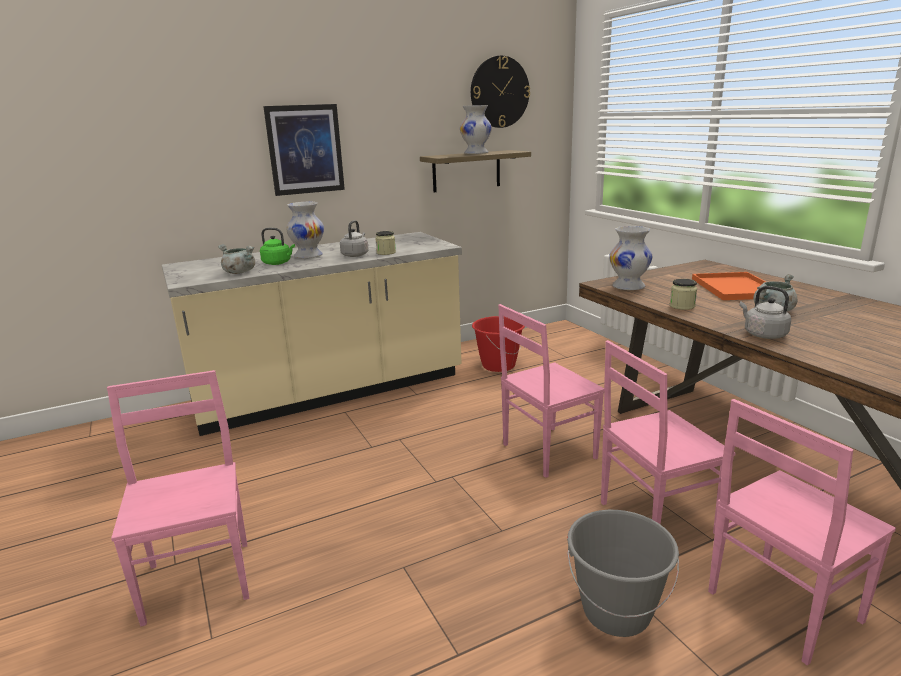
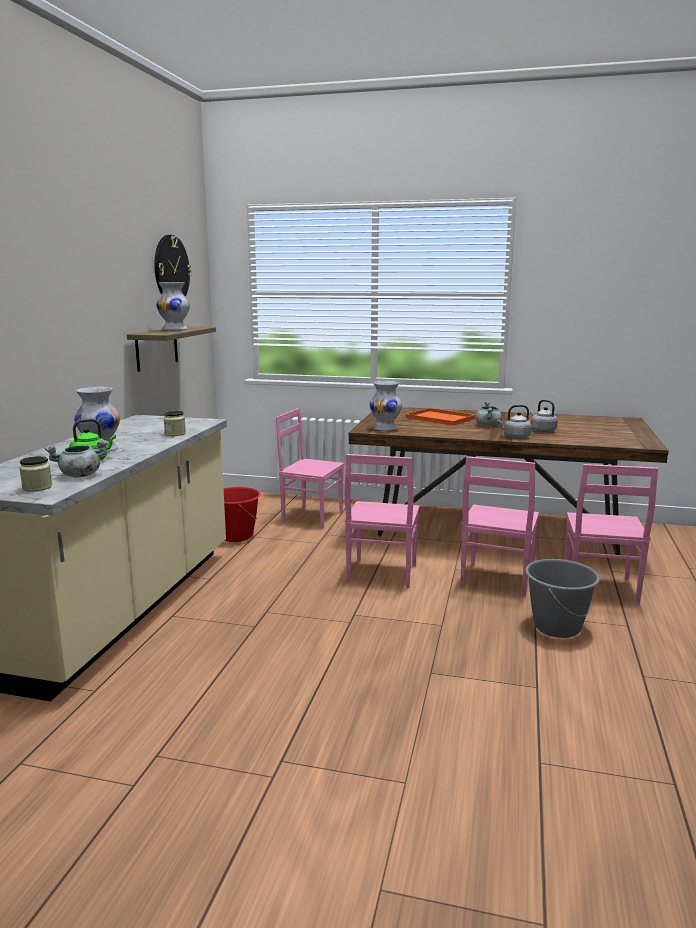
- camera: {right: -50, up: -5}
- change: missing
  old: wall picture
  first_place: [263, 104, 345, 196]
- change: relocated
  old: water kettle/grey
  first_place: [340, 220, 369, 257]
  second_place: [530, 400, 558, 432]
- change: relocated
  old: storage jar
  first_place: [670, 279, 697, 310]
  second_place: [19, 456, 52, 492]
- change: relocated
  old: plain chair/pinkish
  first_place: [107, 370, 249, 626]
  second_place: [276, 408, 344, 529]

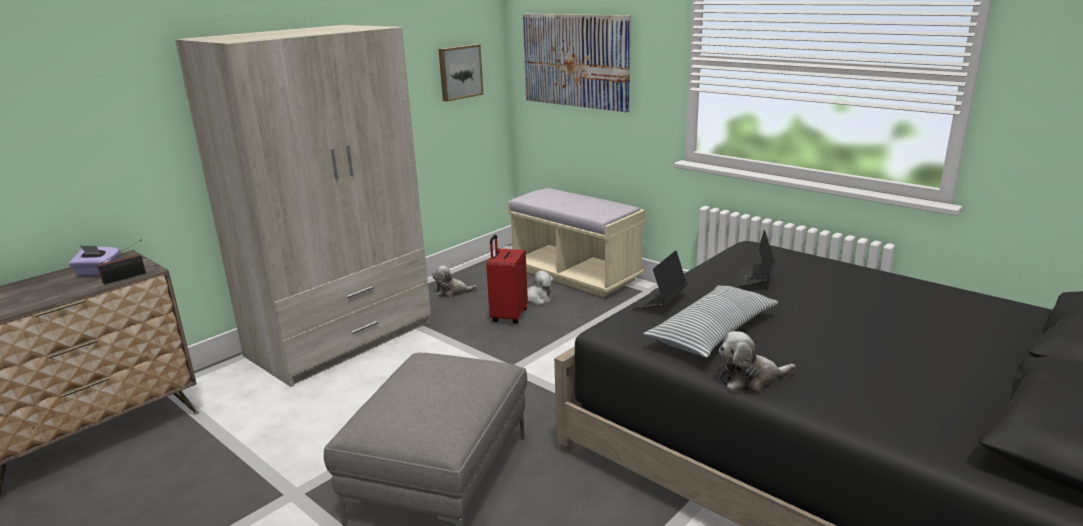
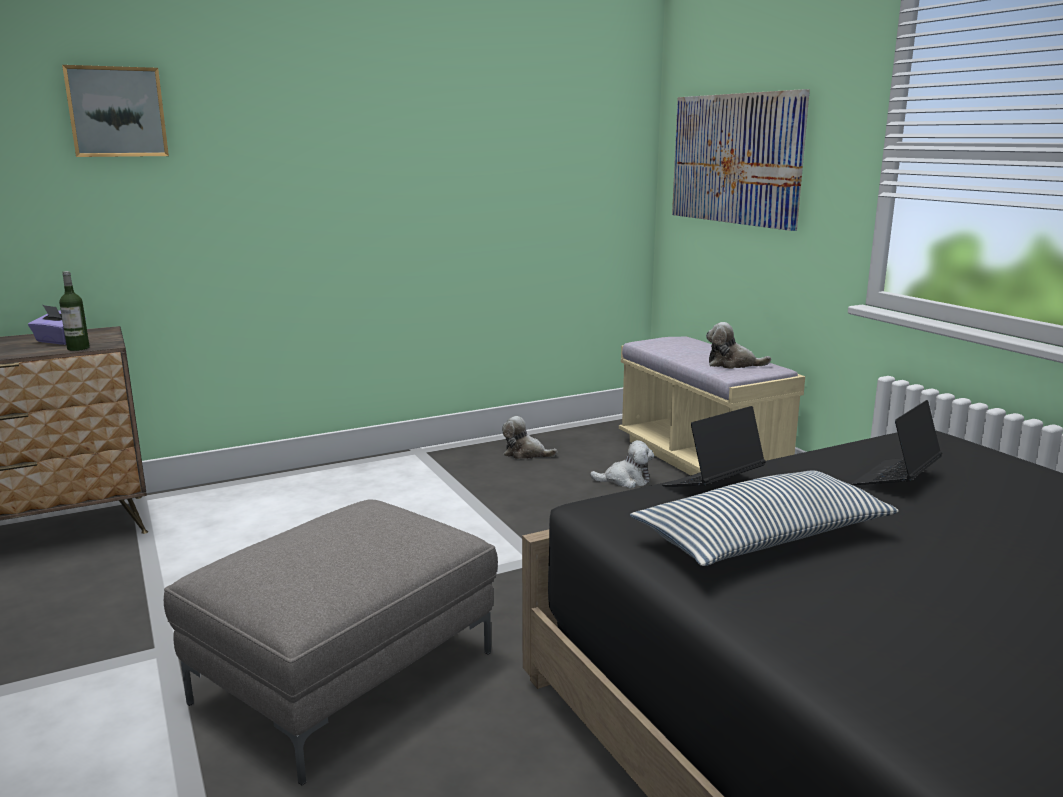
- camera: {right: 20, up: -5}
- change: missing
  old: wardrobe/beige
  first_place: [175, 25, 431, 387]
- change: relocated
  old: wall picture
  first_place: [439, 44, 484, 101]
  second_place: [62, 65, 169, 157]
- change: missing
  old: suitcase/red-coloured
  first_place: [486, 234, 528, 324]
- change: exchanged
  old: radio receiver
  new: bottle
  first_place: [98, 240, 146, 284]
  second_place: [59, 271, 90, 351]
- change: relocated
  old: plush toy
  first_place: [719, 331, 796, 393]
  second_place: [706, 322, 771, 369]

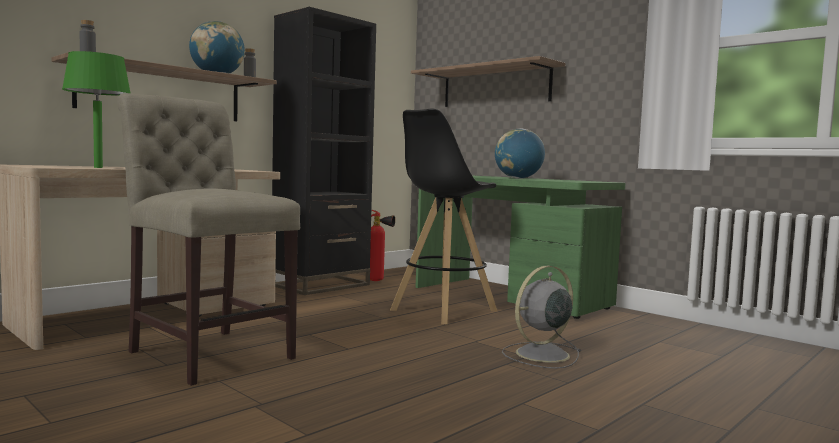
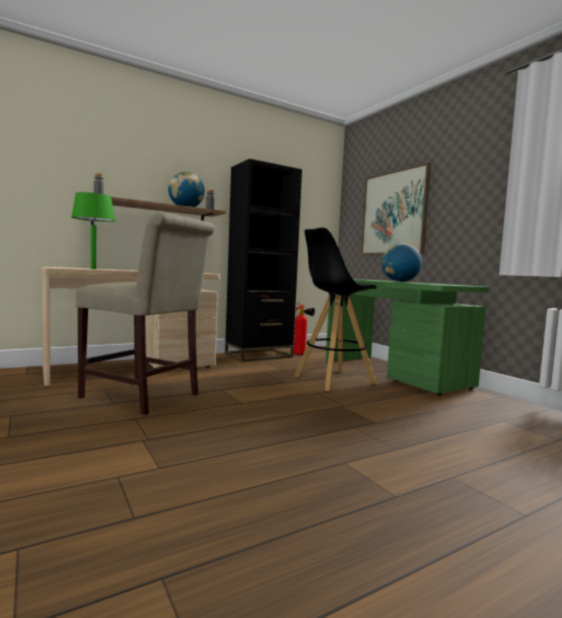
- camera: {right: 15, up: 0}
- change: exchanged
  old: shelf
  new: wall picture
  first_place: [411, 56, 565, 107]
  second_place: [360, 162, 431, 255]
- change: spun
  old: plain chair/beige
  first_place: [117, 93, 300, 386]
  second_place: [76, 212, 215, 415]
  degrees: 150
- change: missing
  old: fan/grey
  first_place: [502, 266, 582, 369]

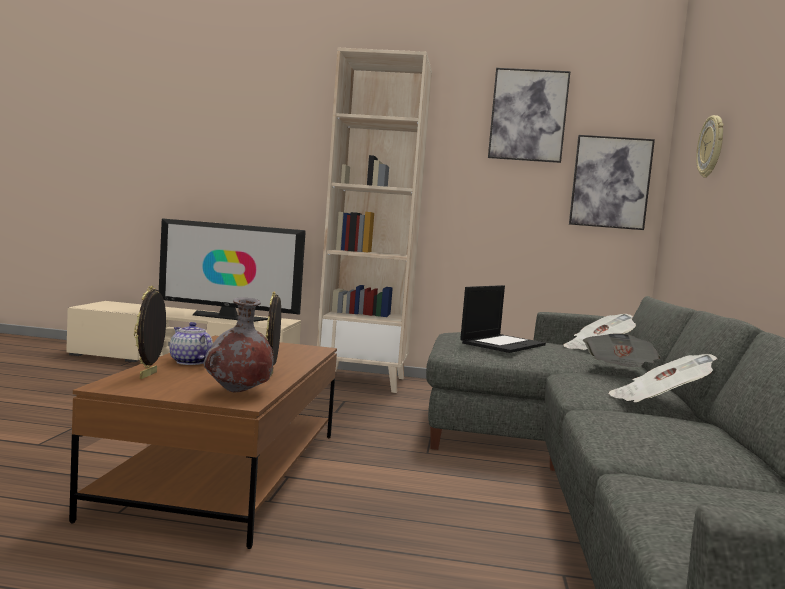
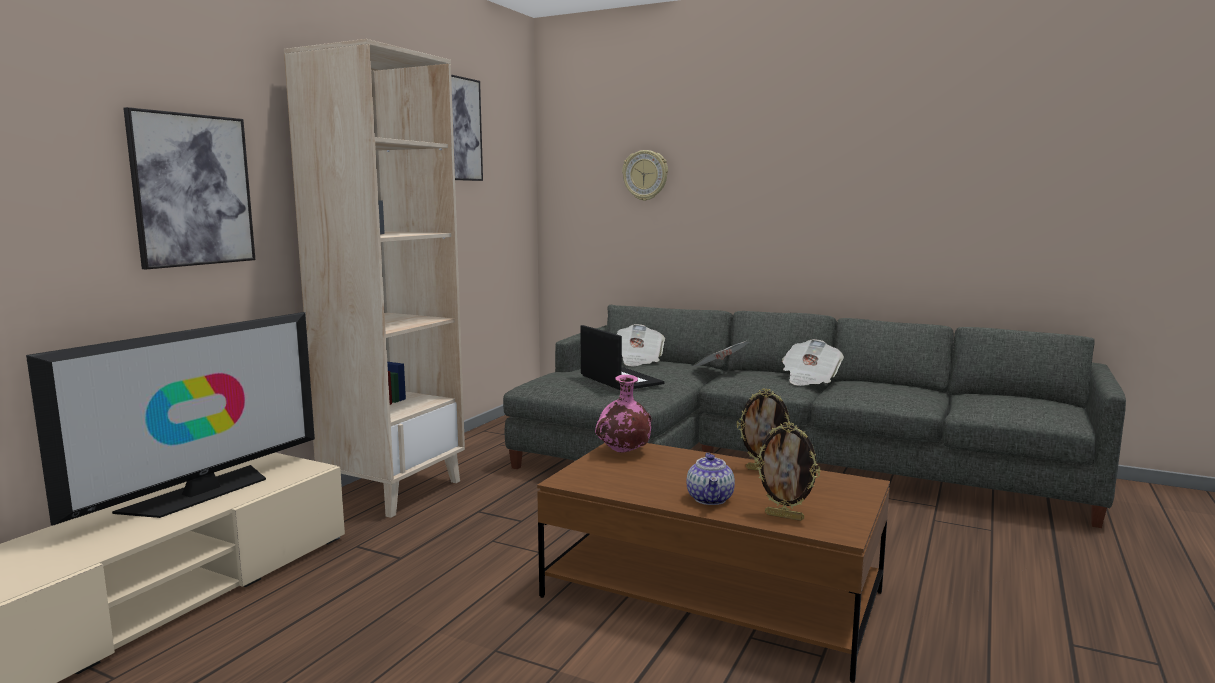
- camera: {right: -70, up: 5}
- change: relocated
  old: wall picture
  first_place: [569, 135, 655, 230]
  second_place: [123, 107, 255, 269]
- change: missing
  old: flower vase/grey
  first_place: [204, 297, 274, 392]
- change: spun
  old: teapot
  first_place: [170, 322, 213, 365]
  second_place: [686, 453, 735, 505]
  degrees: -60
- change: appeared
  new: flower vase/pinkish
  second_place: [595, 375, 651, 453]

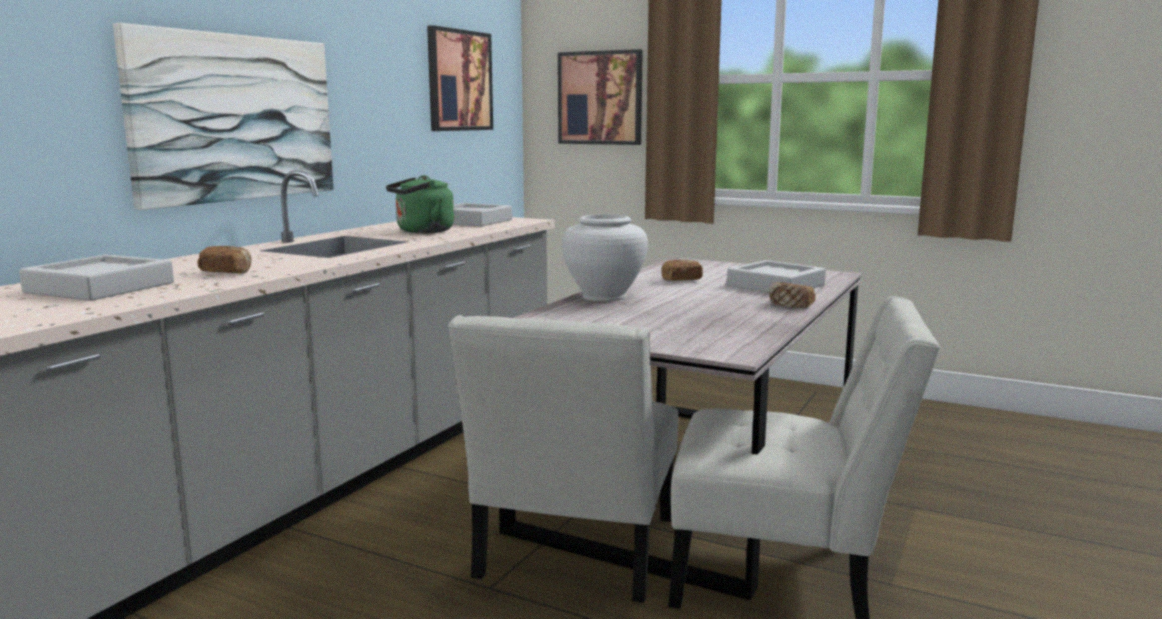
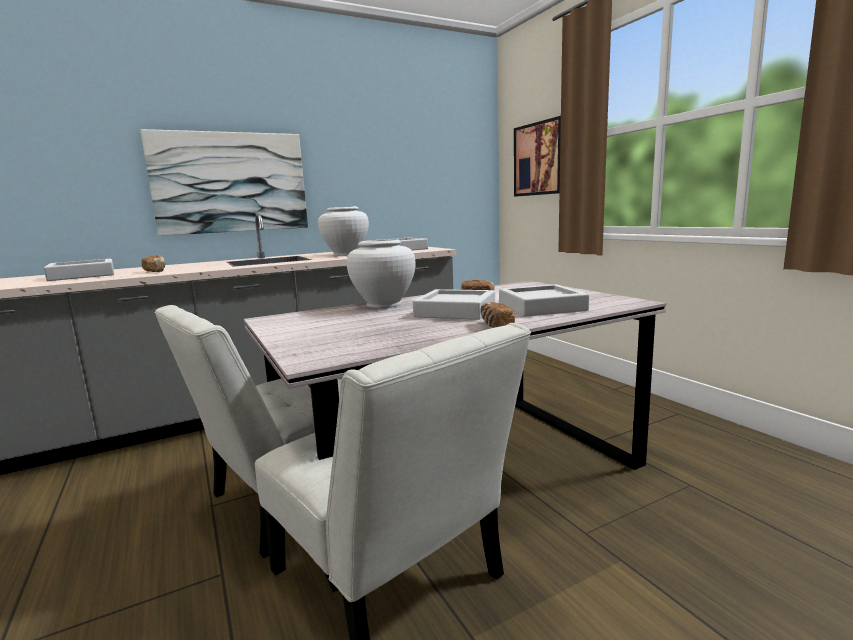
- camera: {right: 35, up: 0}
- change: missing
  old: wall picture
  first_place: [427, 25, 493, 131]
- change: exchanged
  old: water kettle/green
  new: flower vase/white-coloured
  first_place: [386, 175, 454, 233]
  second_place: [318, 206, 369, 256]
- change: appeared
  new: serving tray/grey
  second_place: [413, 289, 495, 320]

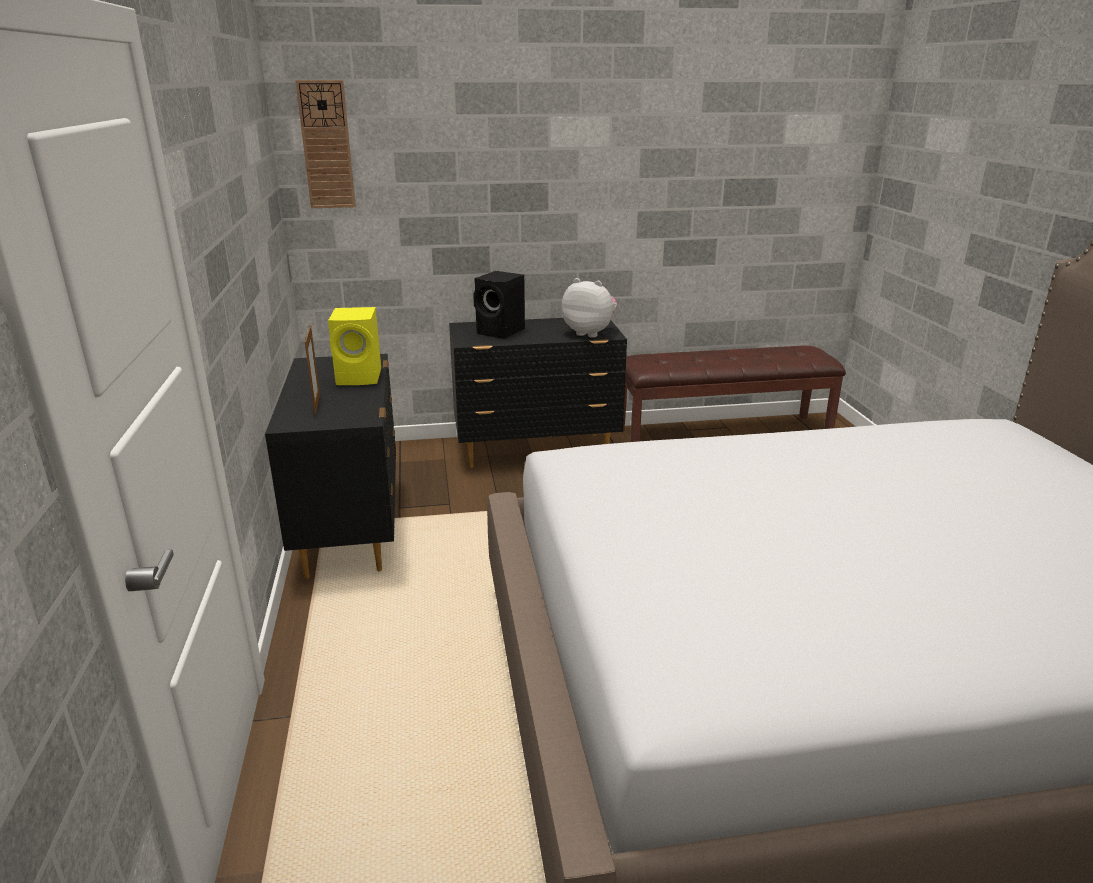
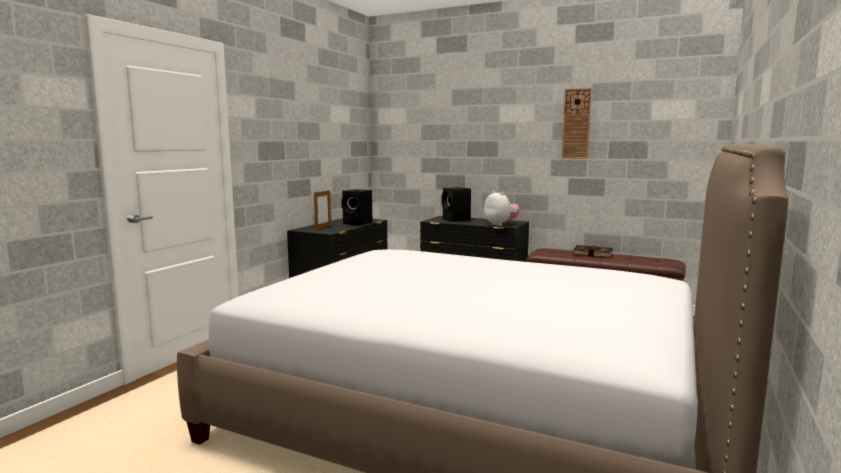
- camera: {right: 35, up: -15}
- change: relocated
  old: clock on the wall
  first_place: [295, 80, 356, 208]
  second_place: [562, 88, 592, 159]
- change: colour
  old: loudspeaker/yellow
  new: loudspeaker/blackish
  first_place: [328, 307, 381, 385]
  second_place: [341, 189, 372, 226]
- change: appeared
  new: bound book/blackish
  second_place: [573, 245, 613, 257]

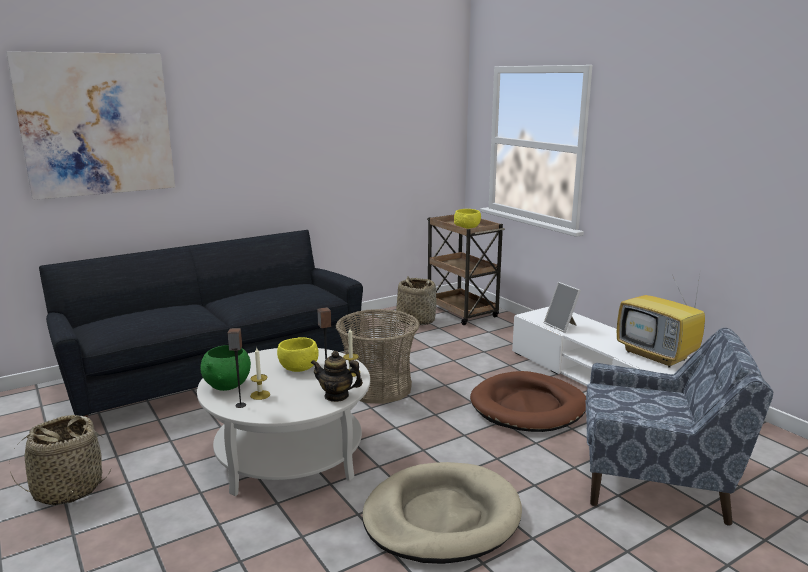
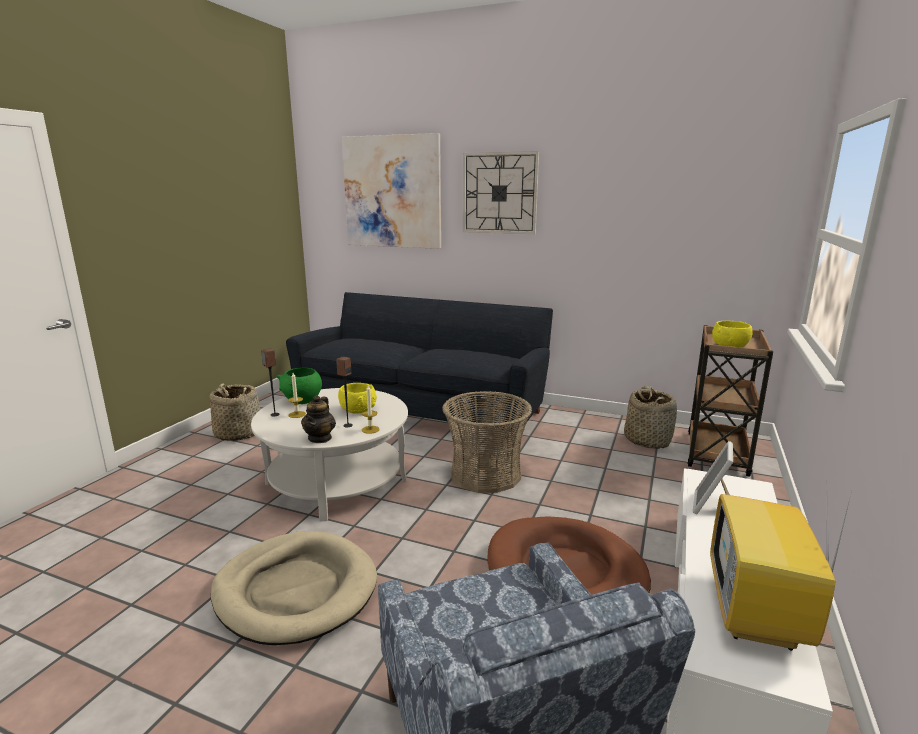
- camera: {right: 55, up: 0}
- change: spun
  old: teapot
  first_place: [311, 351, 363, 402]
  second_place: [301, 395, 336, 443]
  degrees: -150
- change: appeared
  new: clock on the wall
  second_place: [463, 151, 539, 234]

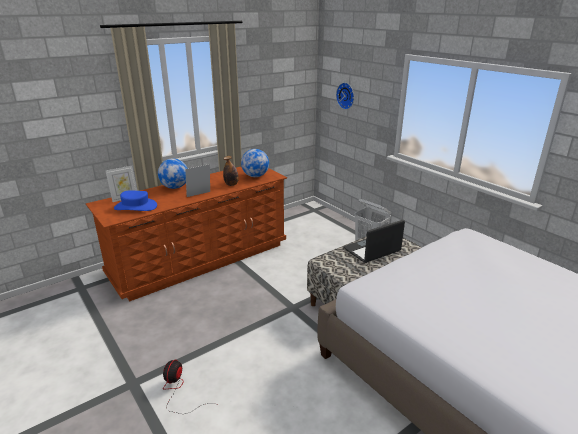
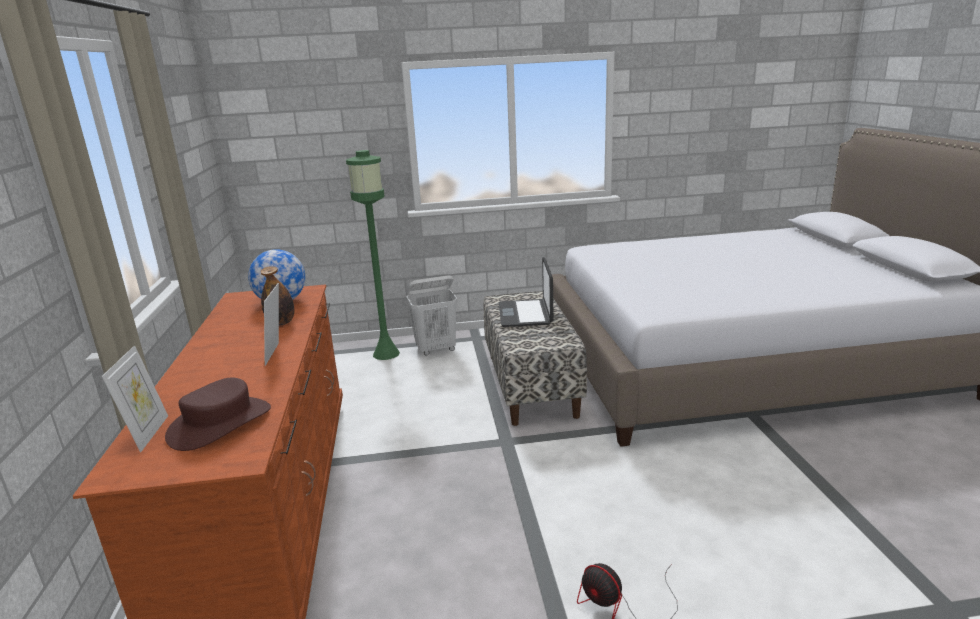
- camera: {right: -60, up: -5}
- change: missing
  old: clock on the wall
  first_place: [336, 83, 354, 110]
- change: missing
  old: globe
  first_place: [158, 158, 188, 189]
- change: colour
  old: clothing hat/blue-coloured
  new: clothing hat/brown-coloured
  first_place: [114, 191, 157, 211]
  second_place: [165, 378, 271, 451]
- change: appeared
  new: floor lamp/green
  second_place: [346, 150, 400, 360]

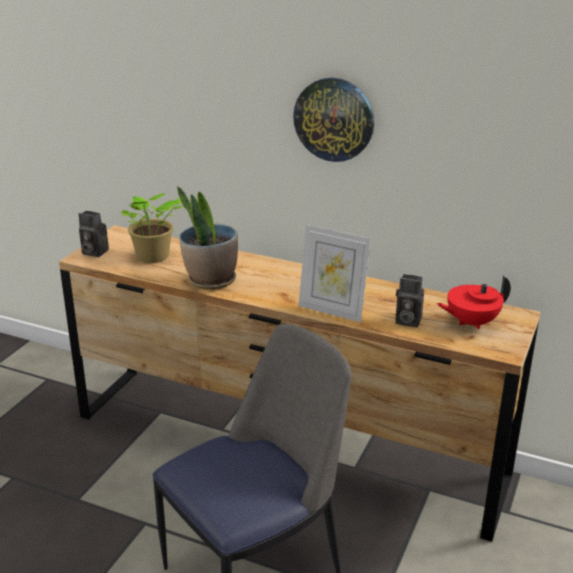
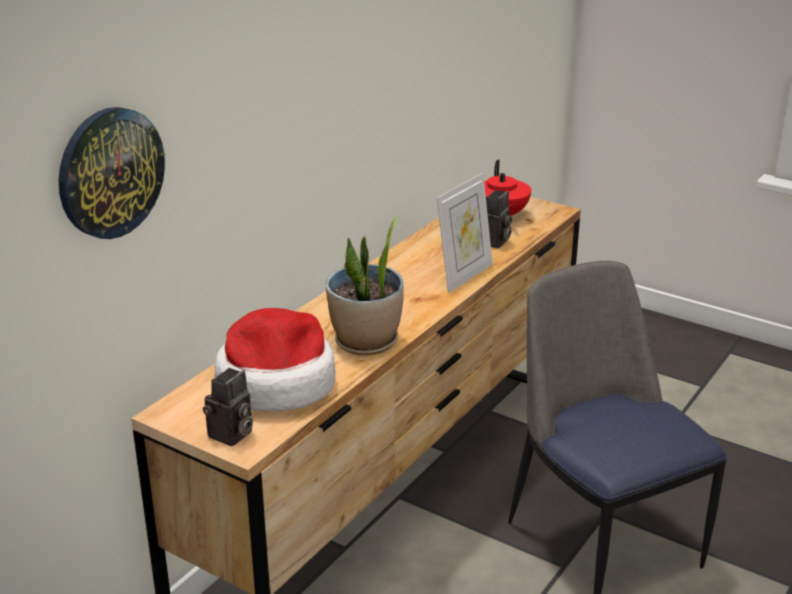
- camera: {right: -80, up: 0}
- change: relocated
  old: clock on the wall
  first_place: [293, 78, 374, 162]
  second_place: [59, 107, 165, 239]
- change: exchanged
  old: houseplant
  new: clothing hat
  first_place: [121, 193, 183, 263]
  second_place: [214, 308, 336, 412]

